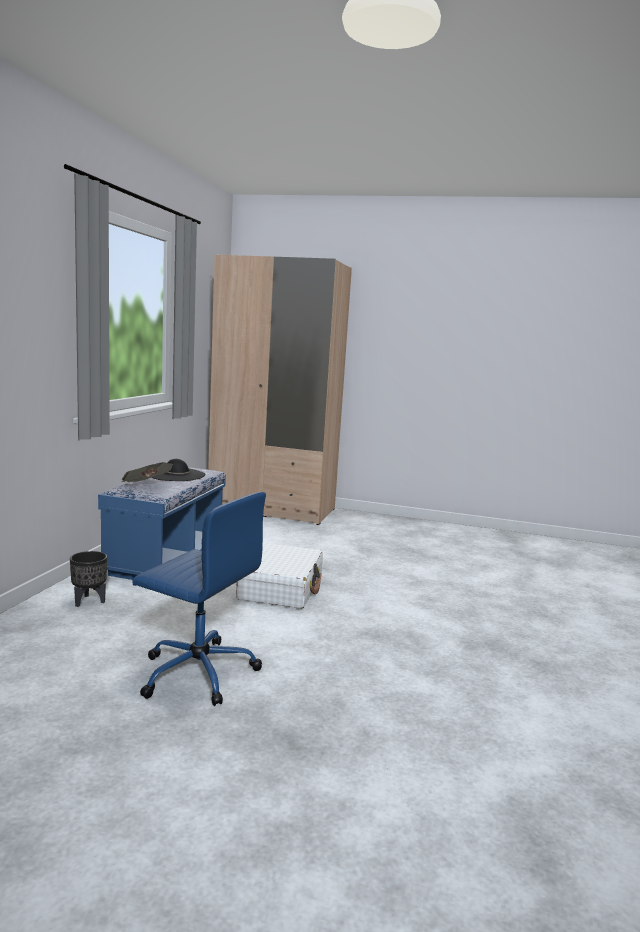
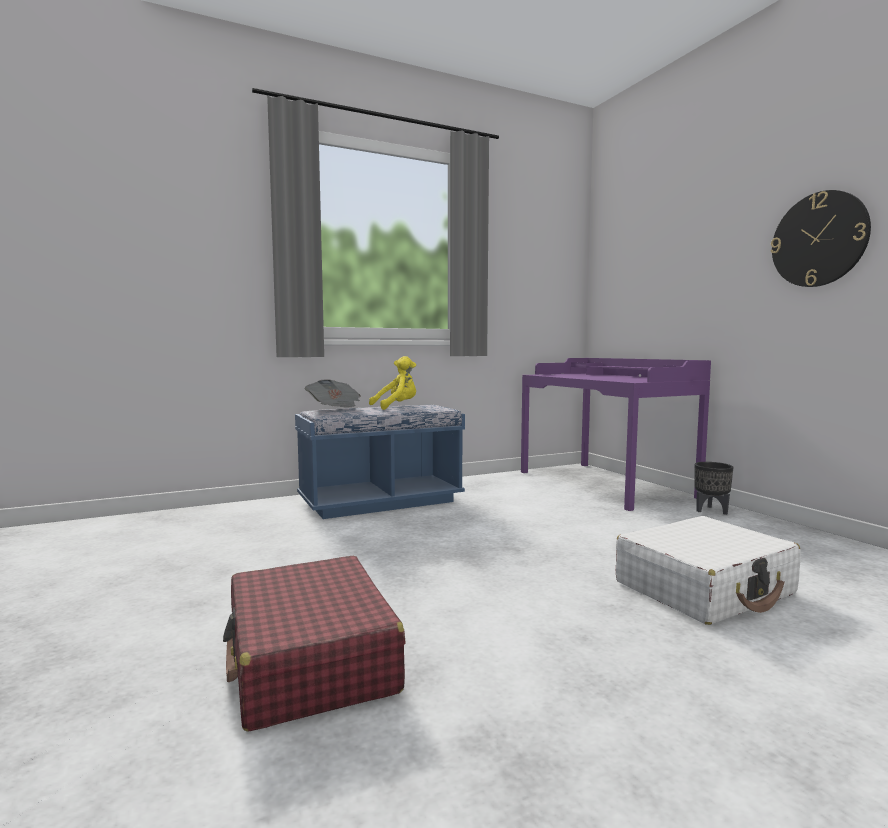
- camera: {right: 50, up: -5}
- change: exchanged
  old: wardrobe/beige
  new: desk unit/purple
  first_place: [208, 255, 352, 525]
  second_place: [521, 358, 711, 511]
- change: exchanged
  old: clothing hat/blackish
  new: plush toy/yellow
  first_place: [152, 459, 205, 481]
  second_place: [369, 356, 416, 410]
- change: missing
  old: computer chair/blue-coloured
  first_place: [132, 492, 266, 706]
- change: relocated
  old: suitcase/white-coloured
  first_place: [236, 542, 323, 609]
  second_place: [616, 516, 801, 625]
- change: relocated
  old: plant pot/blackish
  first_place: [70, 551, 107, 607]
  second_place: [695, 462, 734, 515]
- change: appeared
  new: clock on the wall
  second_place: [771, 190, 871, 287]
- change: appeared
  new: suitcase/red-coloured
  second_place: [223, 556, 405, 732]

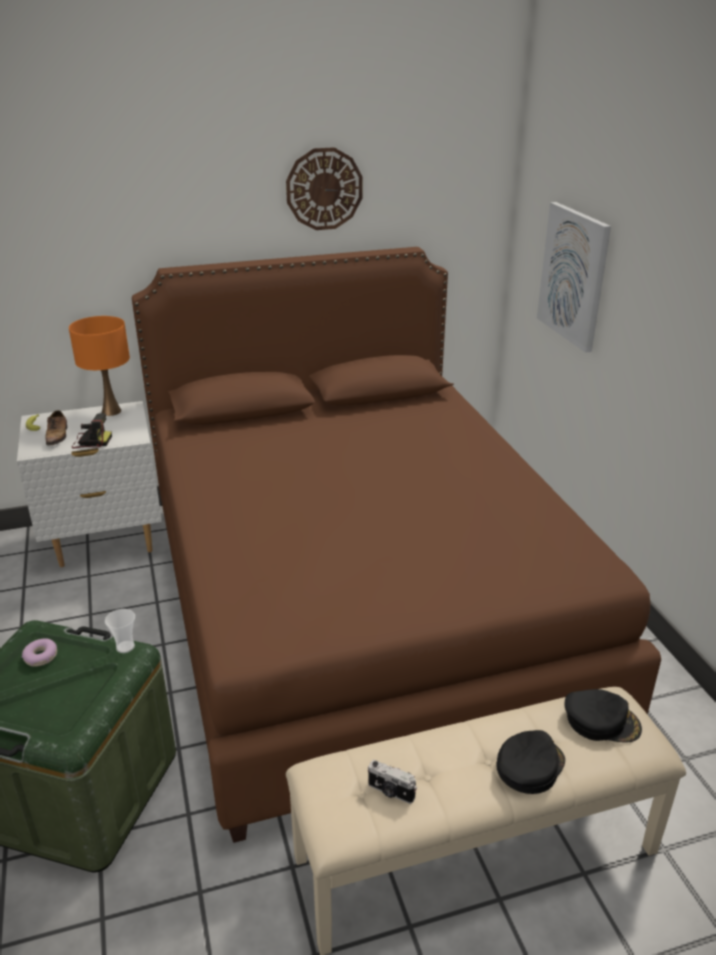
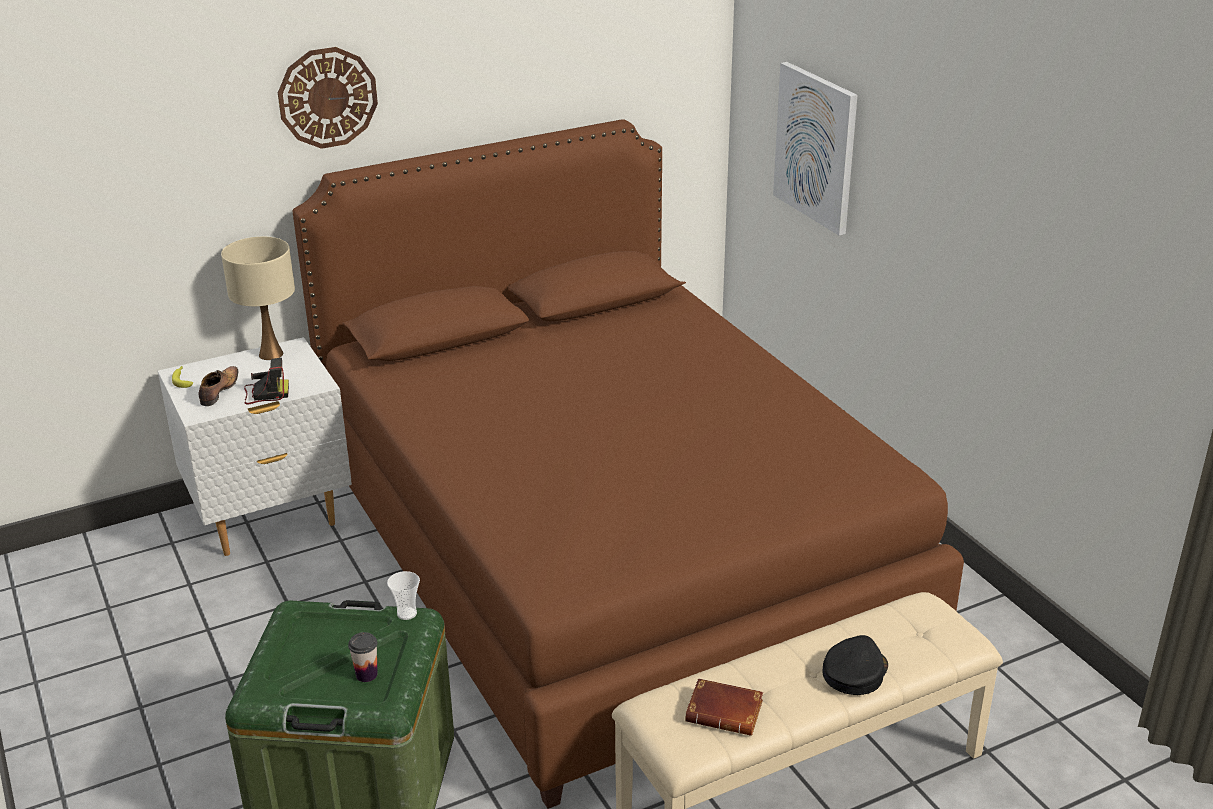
- camera: {right: -10, up: 0}
- change: relocated
  old: clock on the wall
  first_place: [286, 147, 363, 230]
  second_place: [278, 47, 378, 149]
- change: colour
  old: tabletop lamp/orange
  new: tabletop lamp/beige
  first_place: [69, 316, 130, 416]
  second_place: [221, 237, 295, 360]
- change: spun
  old: low shoe
  first_place: [45, 410, 67, 445]
  second_place: [198, 366, 239, 406]
  degrees: -150
- change: missing
  old: ring doughnut
  first_place: [22, 638, 57, 667]
- change: missing
  old: peaked cap/blackish
  first_place: [565, 689, 642, 742]
- change: exchanged
  old: still camera
  new: bound book/brown-coloured
  first_place: [368, 760, 417, 804]
  second_place: [685, 678, 763, 736]
- change: appeared
  new: drinking cup
  second_place: [348, 632, 378, 682]

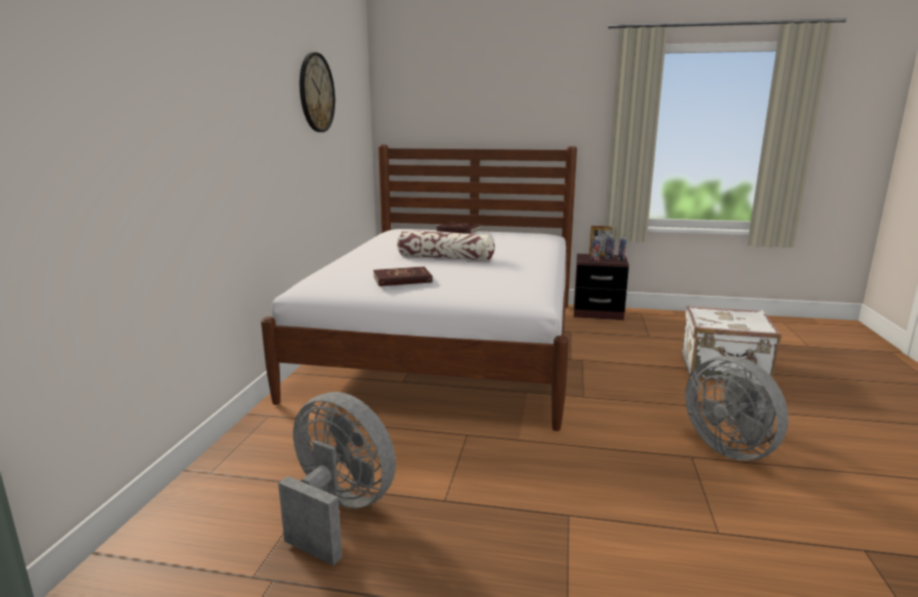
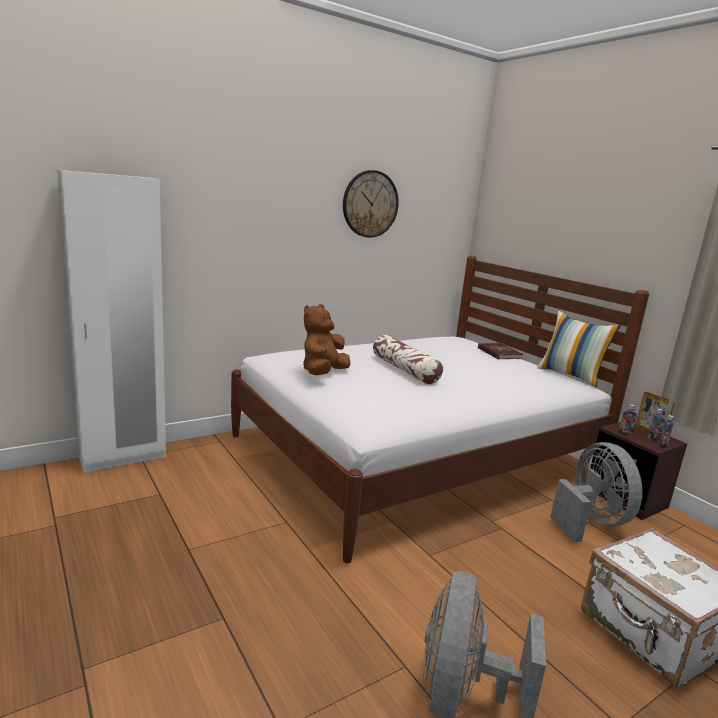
- camera: {right: 45, up: 0}
- change: exchanged
  old: bound book/red-coloured
  new: plush toy/brown-coloured
  first_place: [373, 267, 433, 286]
  second_place: [303, 304, 350, 375]
- change: relocated
  old: fan/grey
  first_place: [278, 392, 396, 566]
  second_place: [551, 442, 642, 542]
- change: appeared
  new: wardrobe/white-coloured
  second_place: [57, 170, 166, 473]
- change: appeared
  new: cushion
  second_place: [537, 311, 621, 387]

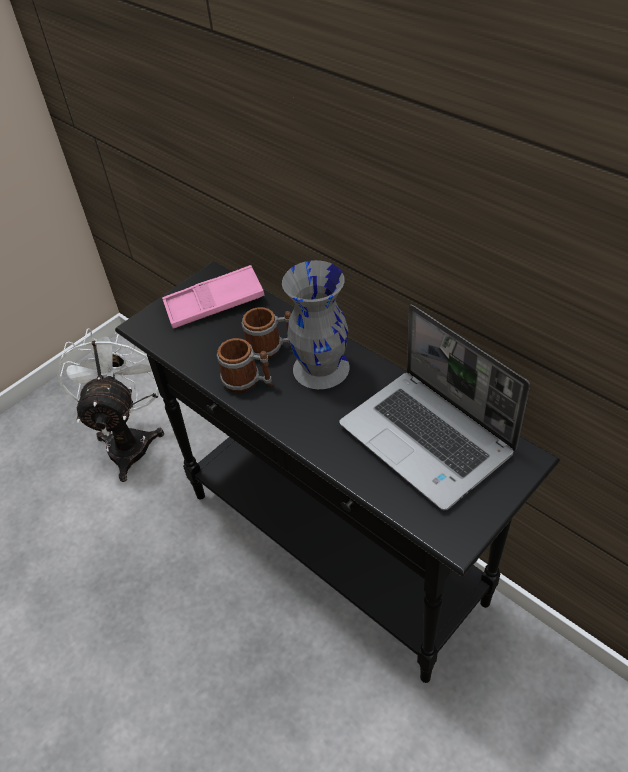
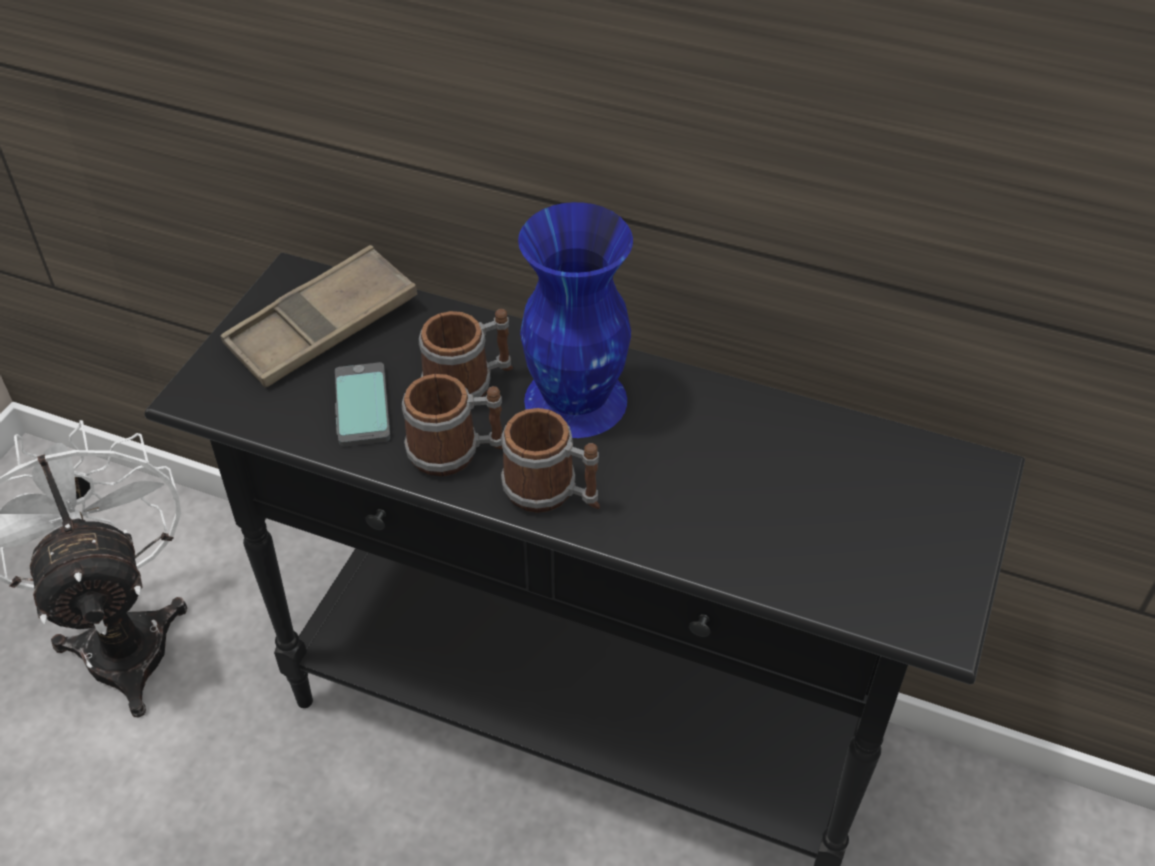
- camera: {right: -25, up: 0}
- change: colour
  old: flower vase/grey
  new: flower vase/blue-coloured
  first_place: [282, 260, 349, 389]
  second_place: [518, 202, 633, 438]
- change: colour
  old: serving tray/pinkish
  new: serving tray/brown-coloured
  first_place: [162, 265, 264, 329]
  second_place: [221, 245, 417, 388]
- change: missing
  old: notebook computer
  first_place: [339, 305, 530, 510]
- change: appeared
  new: handset
  second_place: [335, 362, 391, 447]
- change: appeared
  new: coffee mug
  second_place: [501, 408, 600, 513]

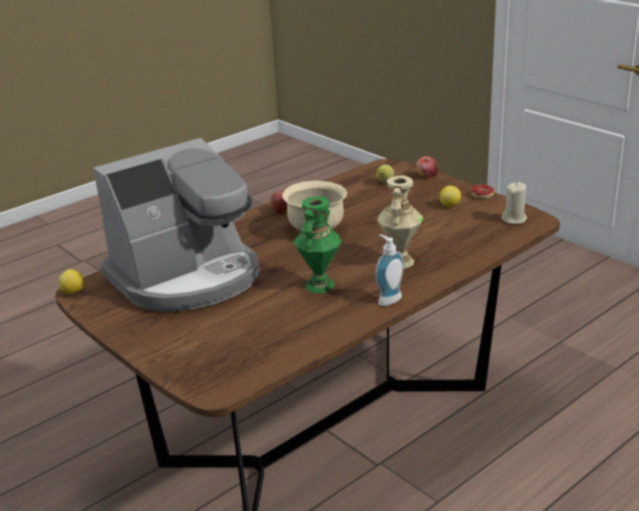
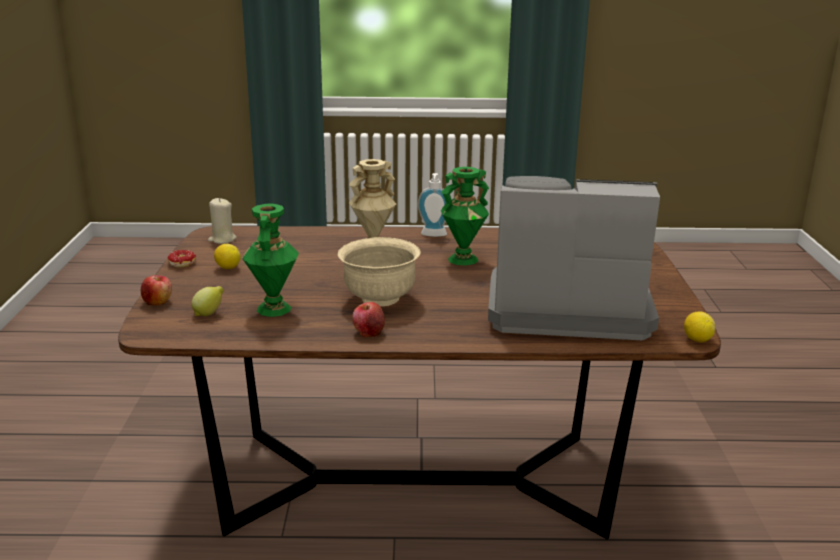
- camera: {right: -140, up: -5}
- change: appeared
  new: flower vase/green
  second_place: [242, 204, 299, 317]

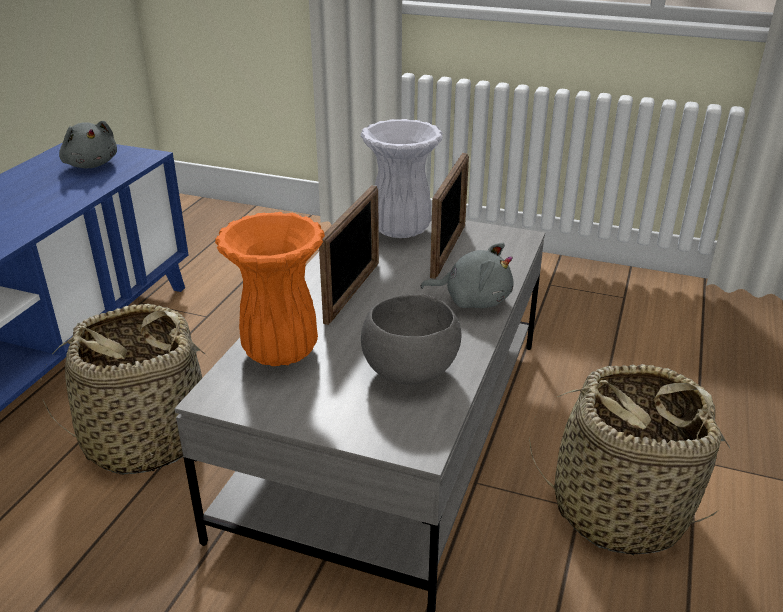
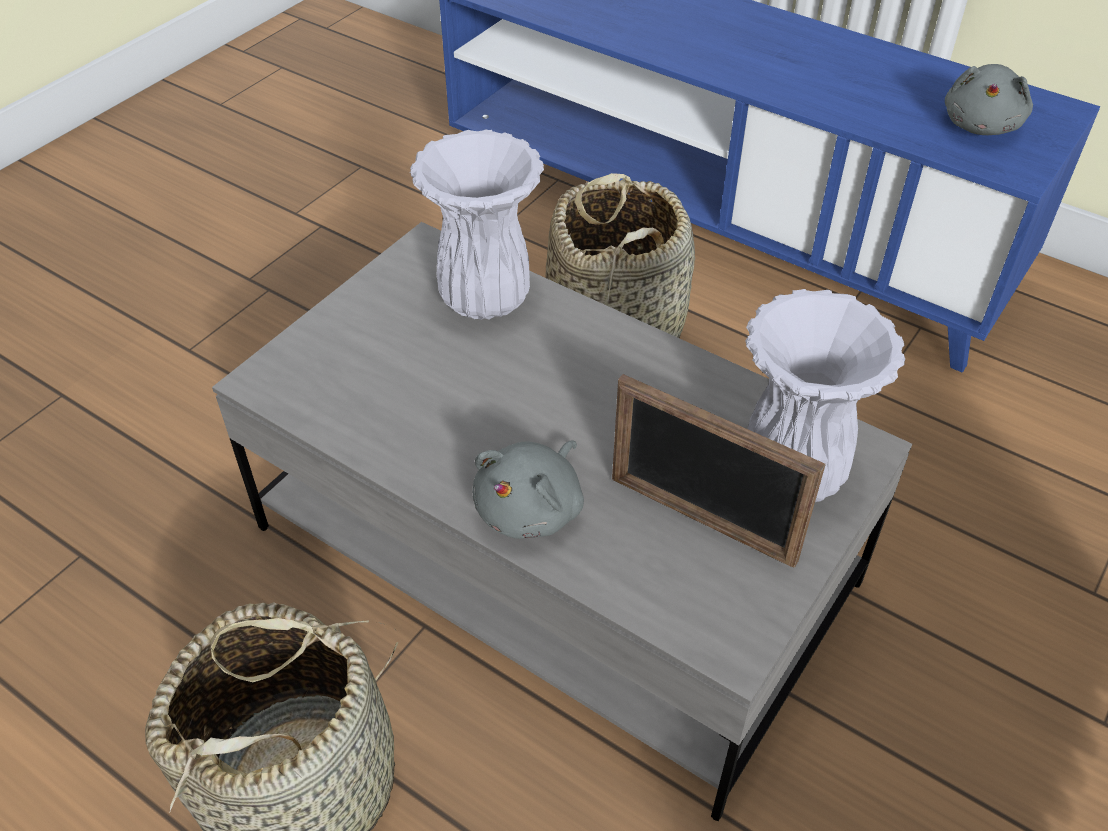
- camera: {right: 105, up: 15}
- change: spun
  old: plush toy/grey
  first_place: [59, 121, 117, 168]
  second_place: [945, 64, 1033, 135]
  degrees: -45
- change: missing
  old: standing frame
  first_place: [319, 185, 379, 325]
- change: colour
  old: flower vase/orange
  new: flower vase/white-coloured
  first_place: [215, 212, 325, 366]
  second_place: [410, 130, 544, 320]
- change: missing
  old: serving bowl/grey
  first_place: [361, 294, 462, 385]

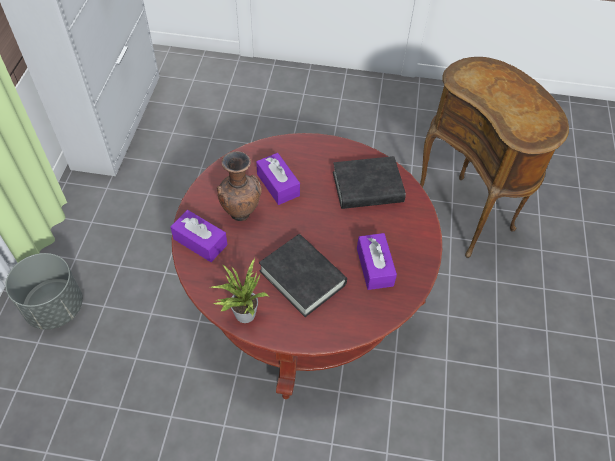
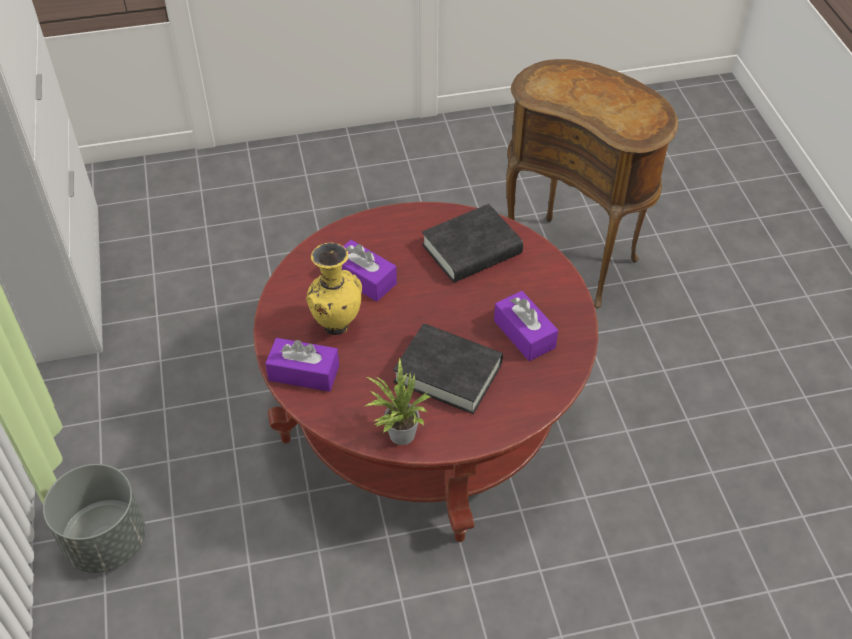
- camera: {right: -20, up: -5}
- change: colour
  old: flower vase/brown-coloured
  new: flower vase/yellow
  first_place: [217, 151, 262, 221]
  second_place: [306, 242, 362, 335]

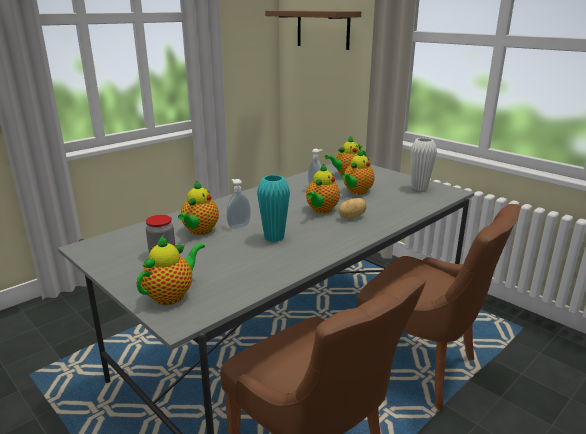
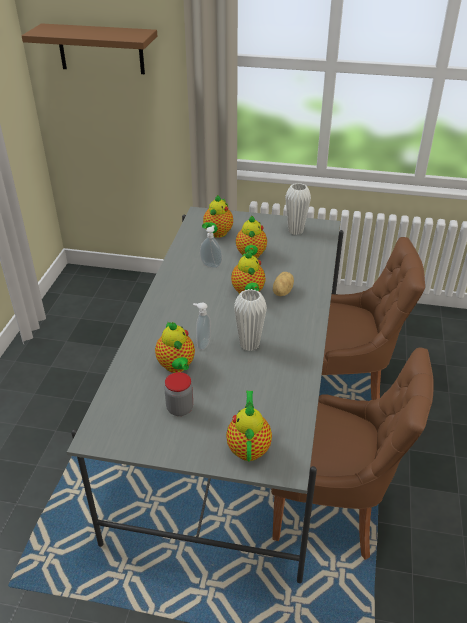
- camera: {right: -35, up: 15}
- change: colour
  old: flower vase/turquoise
  new: flower vase/white-coloured
  first_place: [257, 175, 290, 242]
  second_place: [234, 289, 267, 351]

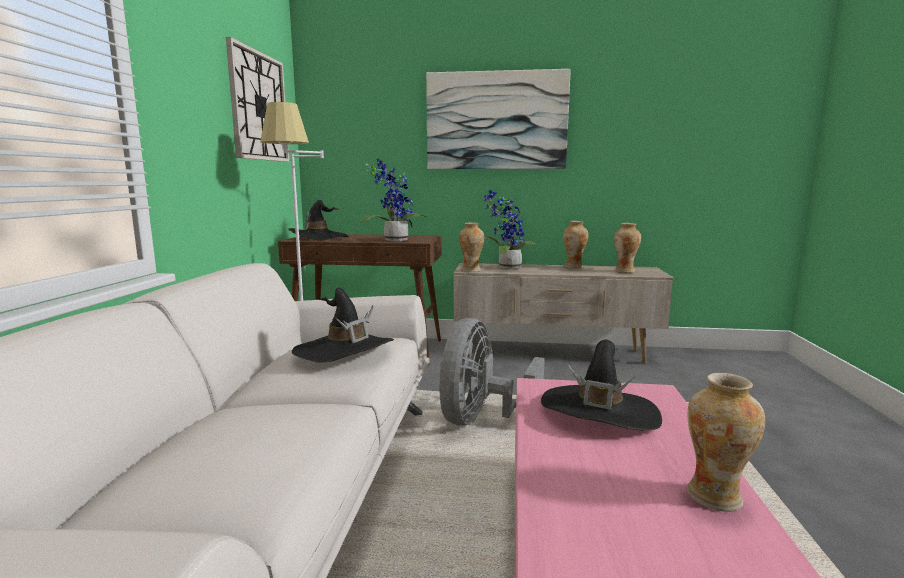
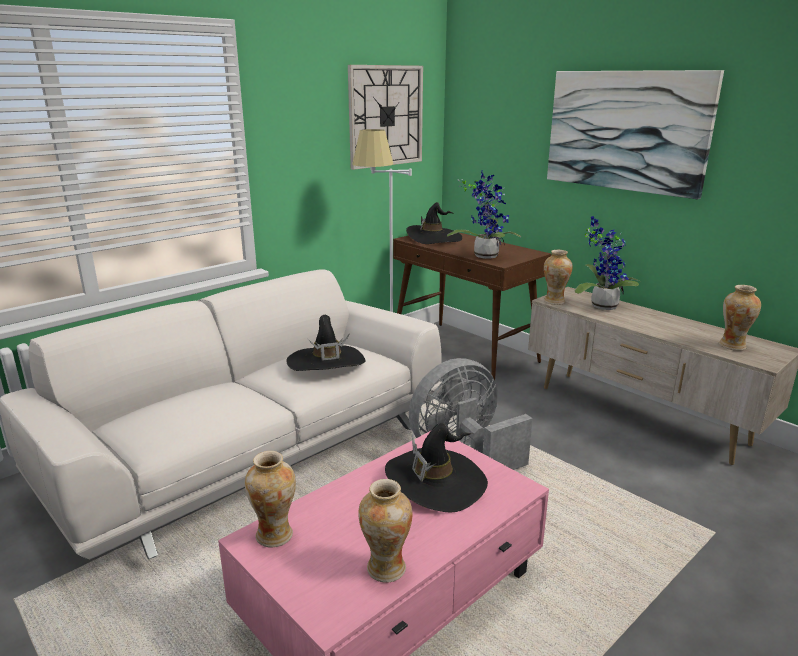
- camera: {right: 40, up: 10}
- change: relocated
  old: flower vase
  first_place: [563, 221, 588, 268]
  second_place: [245, 451, 296, 547]

